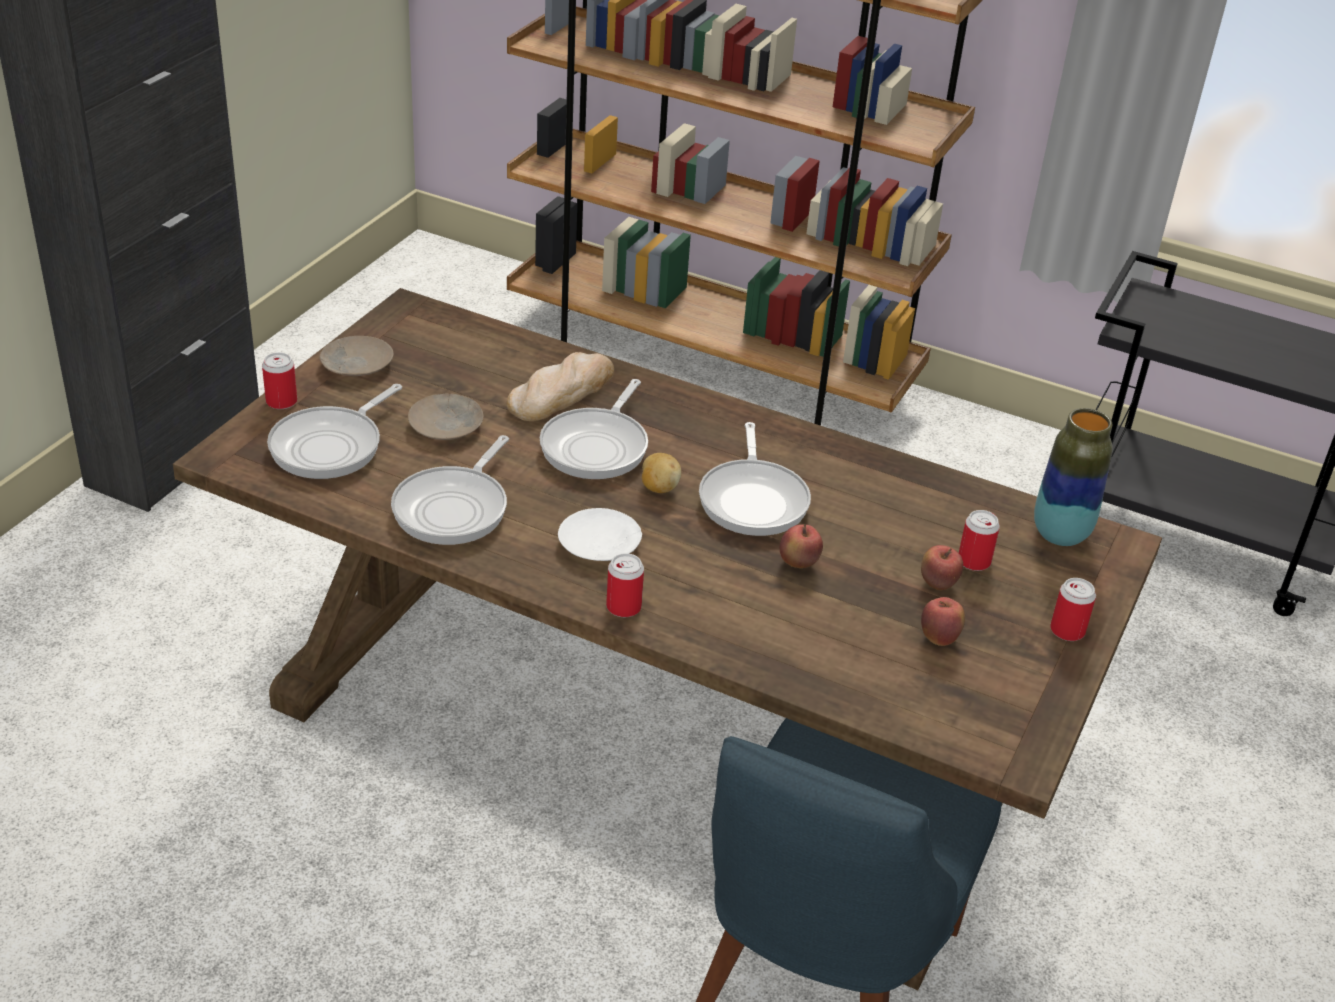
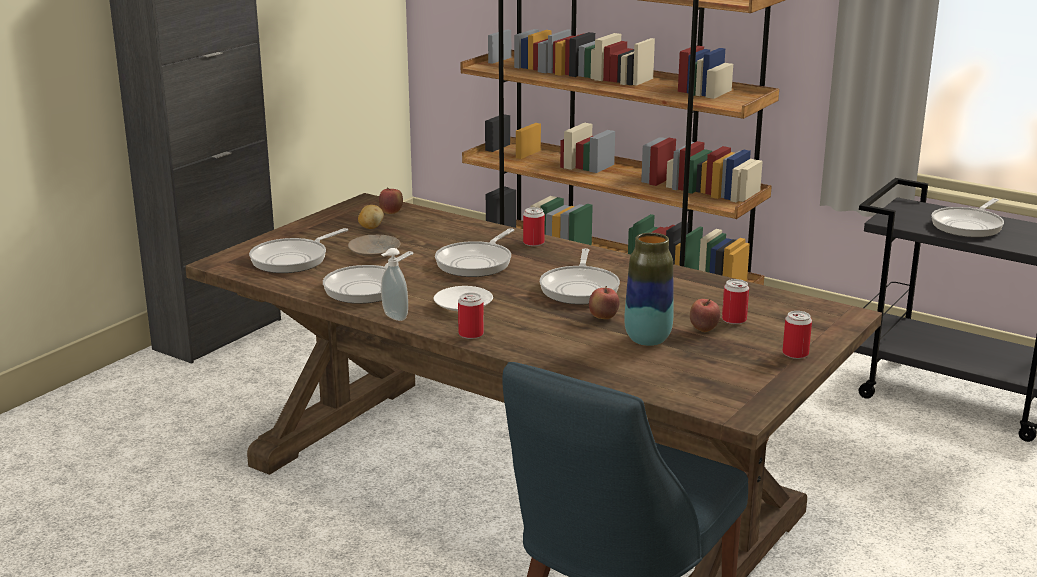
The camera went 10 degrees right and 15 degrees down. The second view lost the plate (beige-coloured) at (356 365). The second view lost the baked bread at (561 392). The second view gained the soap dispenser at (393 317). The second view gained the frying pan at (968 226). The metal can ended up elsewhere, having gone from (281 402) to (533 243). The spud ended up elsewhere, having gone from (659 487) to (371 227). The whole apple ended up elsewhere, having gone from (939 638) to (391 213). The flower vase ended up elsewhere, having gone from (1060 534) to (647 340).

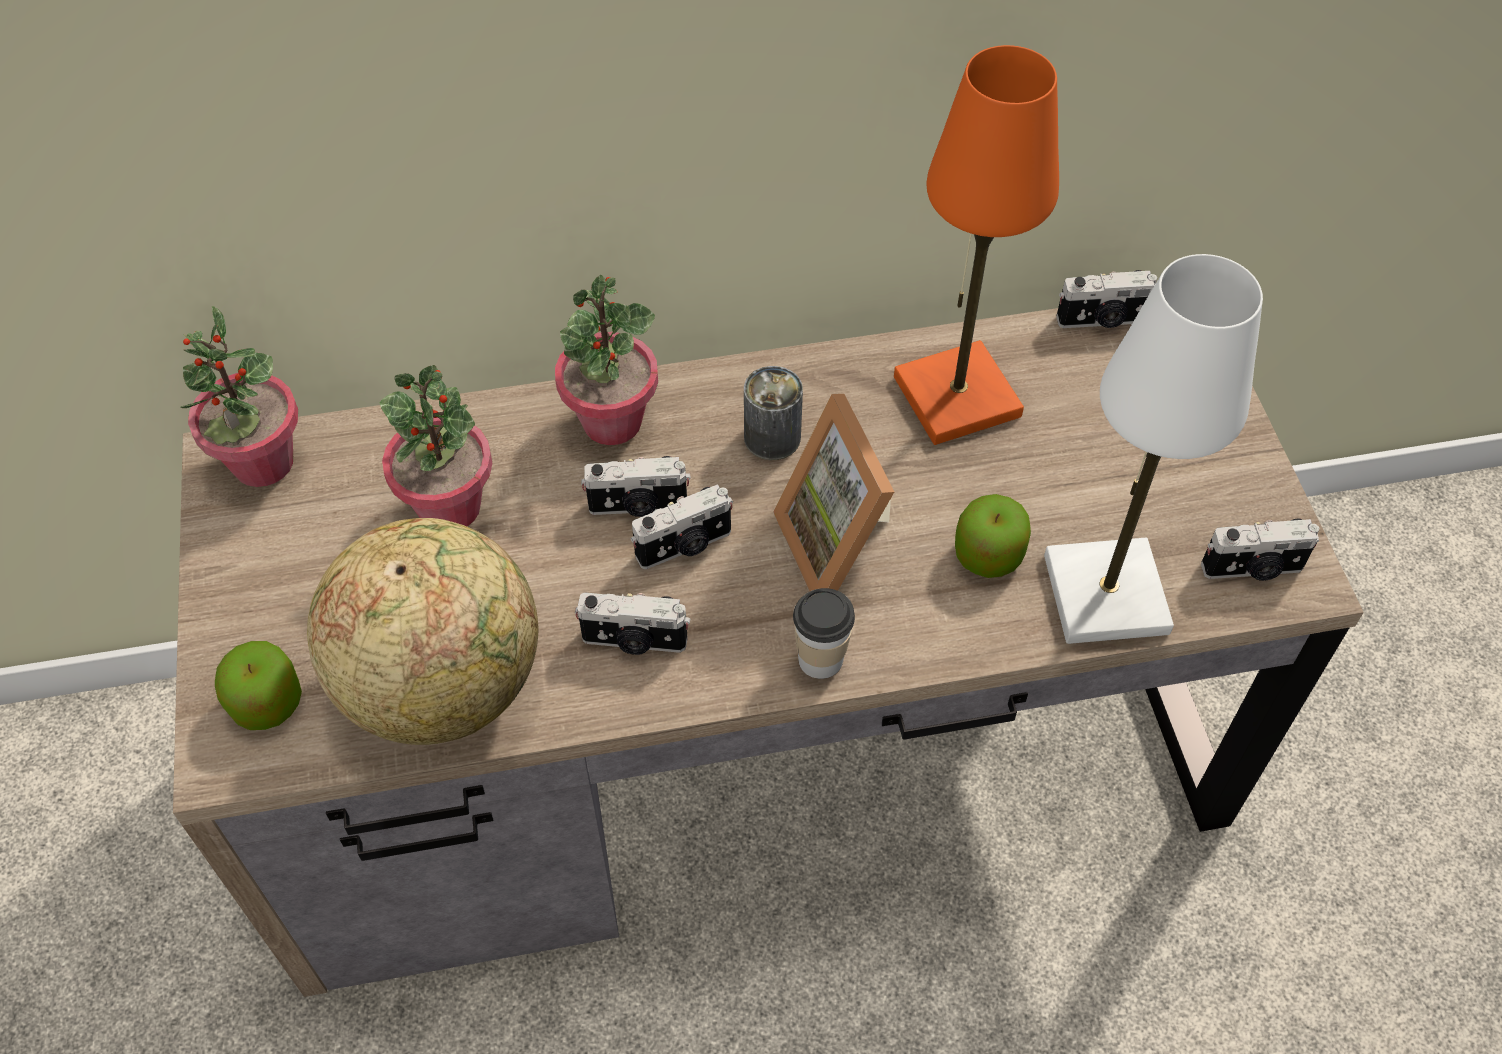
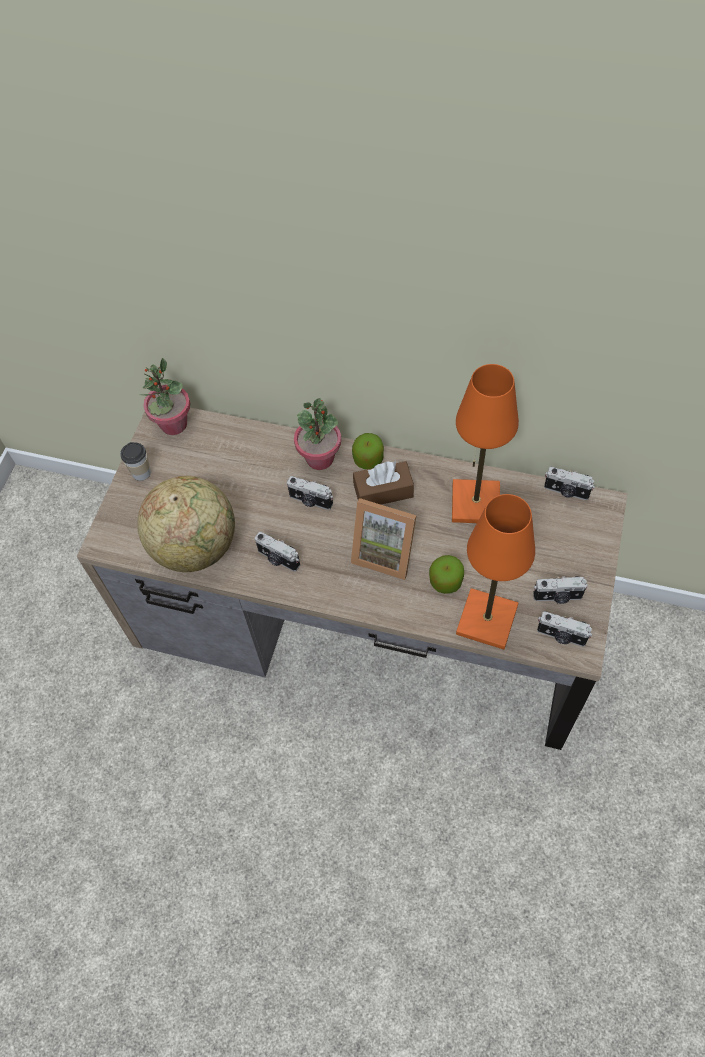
The camera went 30 degrees right and 5 degrees up. The second view lost the houseplant at (450 507). The whole apple ended up elsewhere, having gone from (267 703) to (368 459). The photo camera ended up elsewhere, having gone from (685 546) to (557 597). The cup ended up elsewhere, having gone from (820 659) to (141 473). Where the metal can stood at (772 437), the tissue holder (brownish) came to stand at (383 491). What was the table lamp (white-coloured) at (1105 594) turned into the table lamp (orange) at (486 620). The standing frame at (842 546) ended up facing another way, 75 degrees counterclockwise from before.

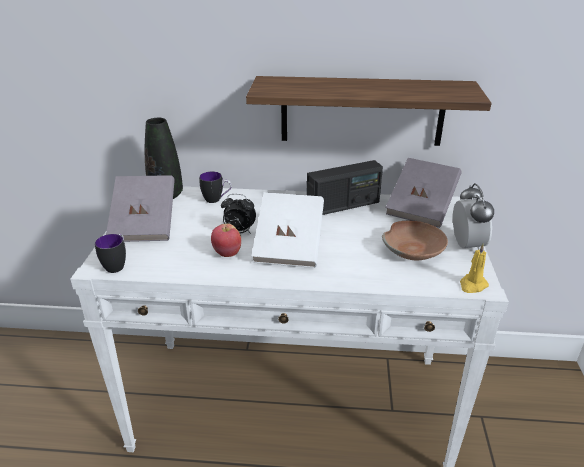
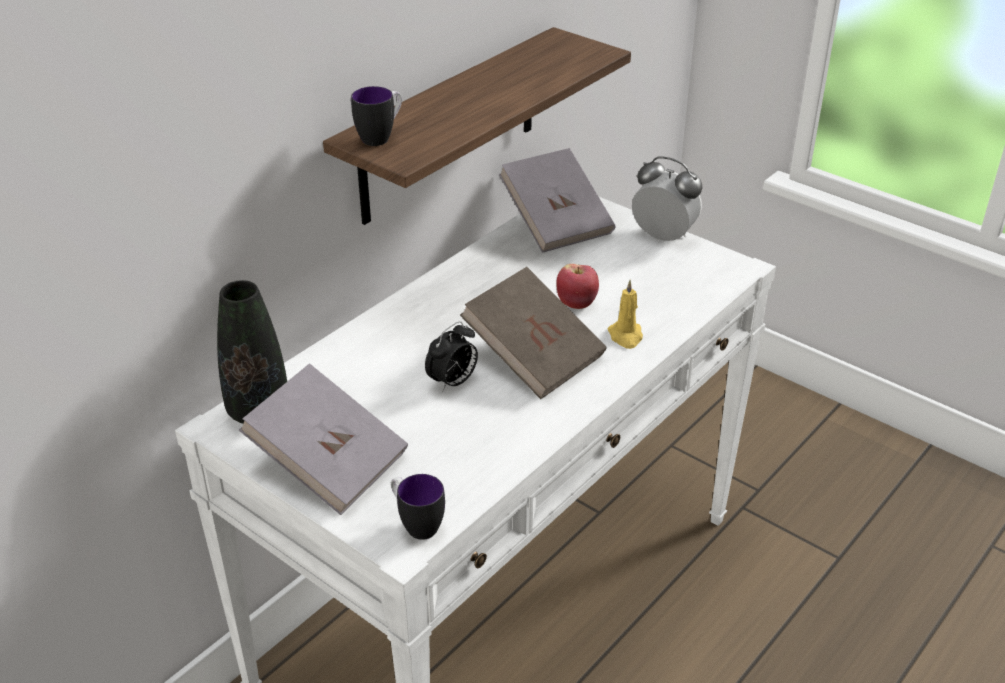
The camera went 55 degrees left and 5 degrees up. The second view lost the radio set at (343 206). The second view lost the serving bowl (brownish) at (413 249). The tea mug ended up elsewhere, having gone from (217 200) to (381 137). The whole apple ended up elsewhere, having gone from (227 253) to (577 304). The candle (yellow-coloured) ended up elsewhere, having gone from (472 285) to (626 336). What was the volume (white-coloured) at (289 246) turned into the volume (brownish) at (534 356).

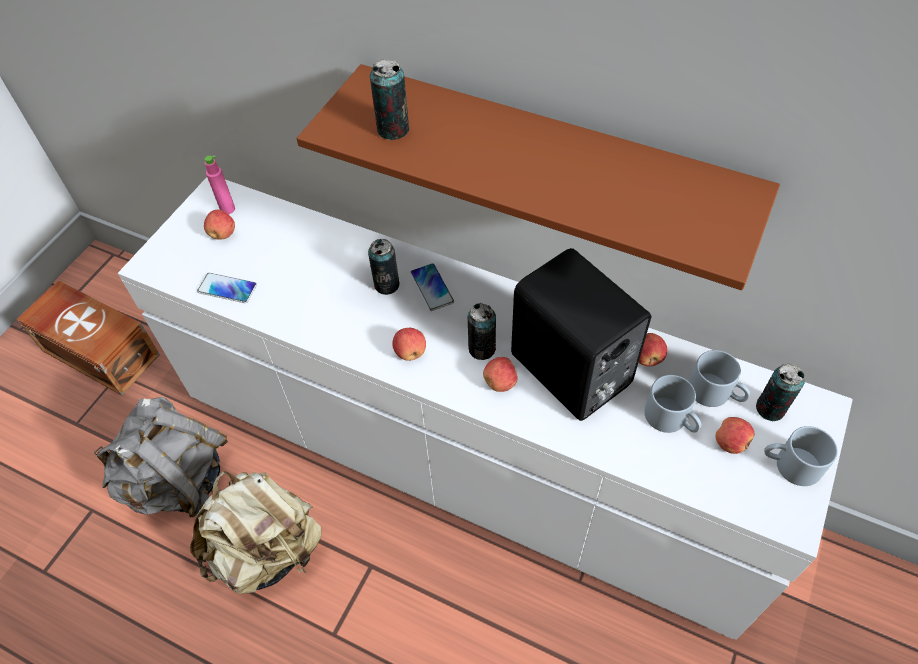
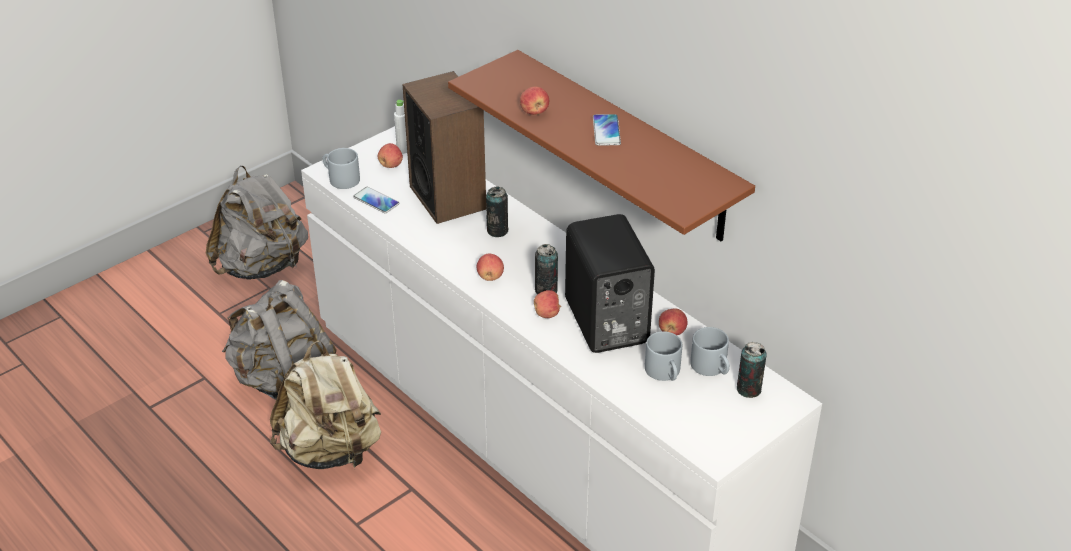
The camera went 20 degrees right and 15 degrees down. The second view lost the metal can at (393 129). The second view gained the audio speaker at (448 197). The handset ended up elsewhere, having gone from (432 287) to (606 131). The whole apple ended up elsewhere, having gone from (730 443) to (534 112). The tea mug (grey) ended up elsewhere, having gone from (790 465) to (340 179). Where the storage container (brownish) stood at (100 350), the backpack (grey) came to stand at (262 266). What was the beverage bottle (pink) at (227 209) turned into the beverage bottle (white-coloured) at (403 150).

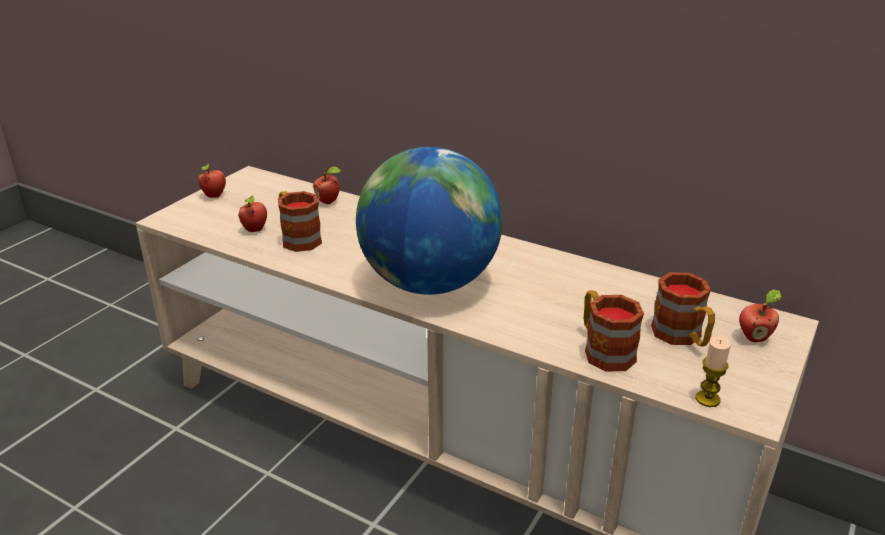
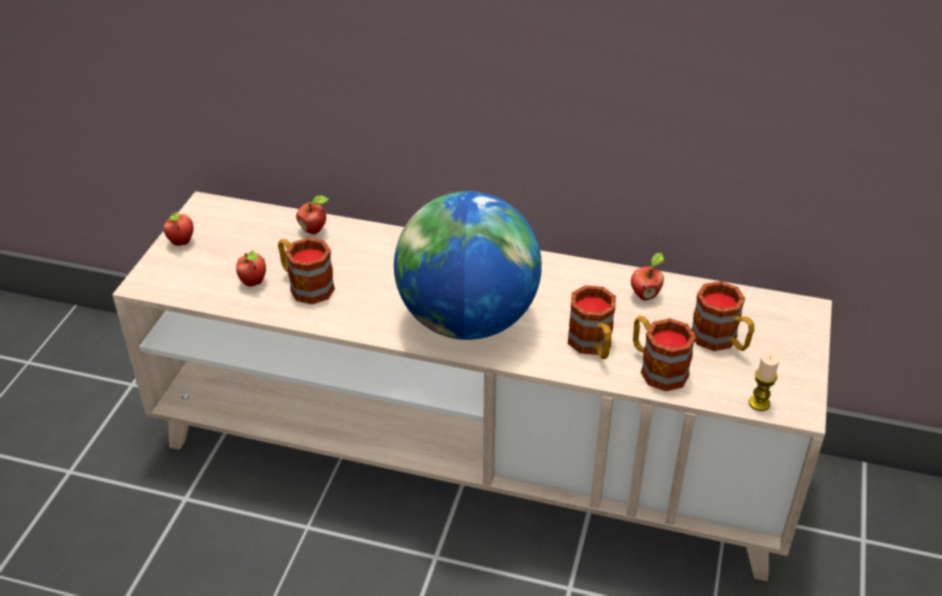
The camera went 15 degrees left and 10 degrees up. The second view gained the tea mug at (593 346). The whole apple ended up elsewhere, having gone from (754 337) to (645 295).

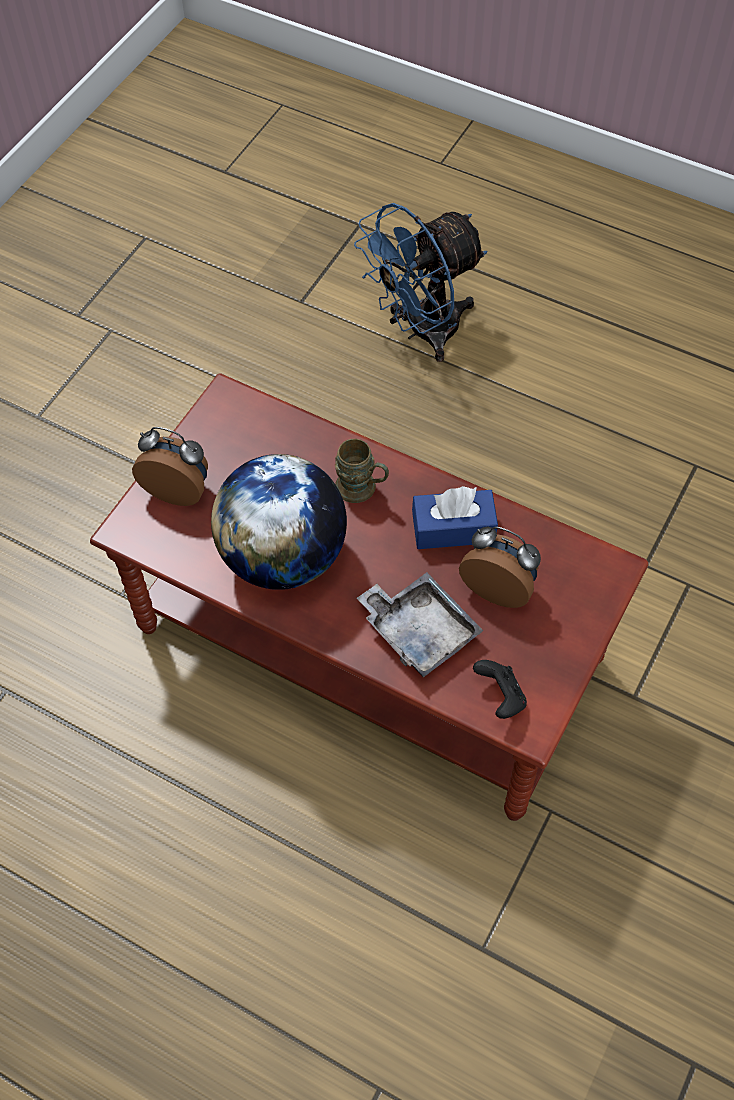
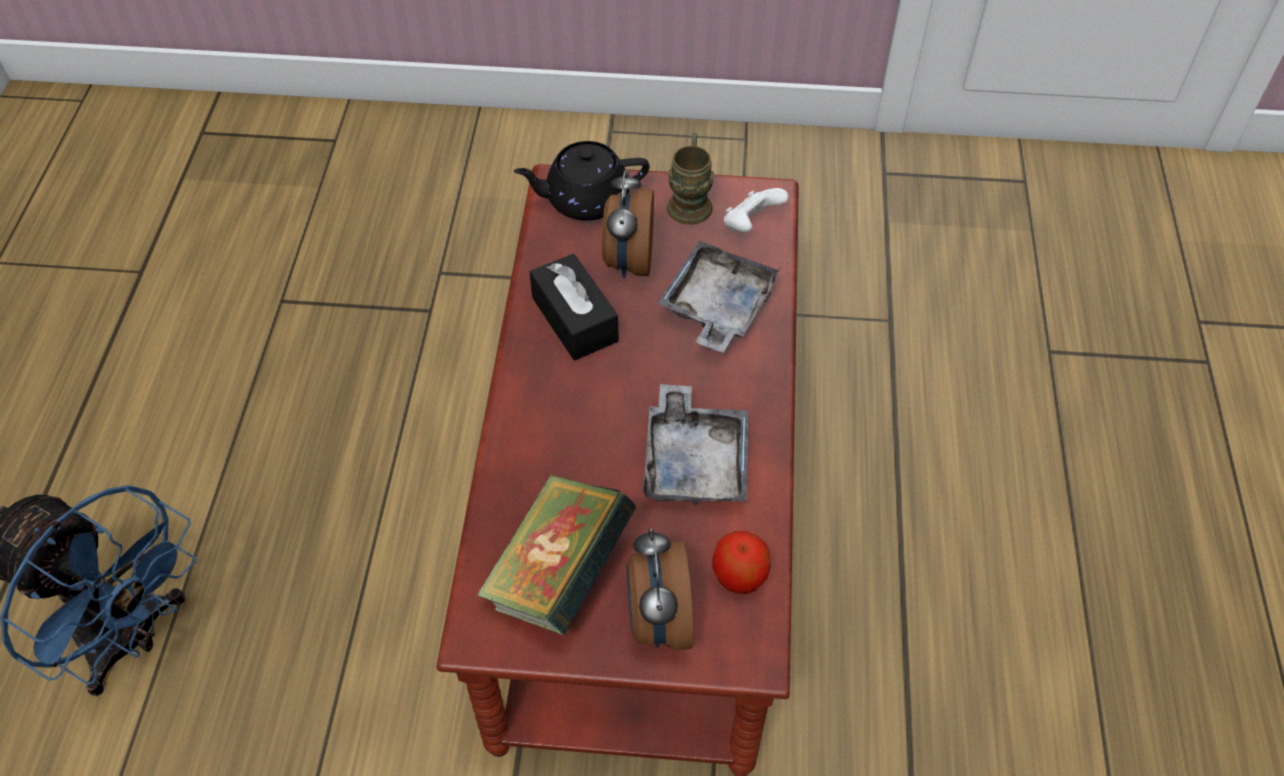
The camera went 115 degrees left and 5 degrees down. The second view gained the volume at (559 575). The second view gained the tea pot (blackish) at (585 200). The second view gained the whole apple at (739 576). The tea mug (brownish) ended up elsewhere, having gone from (362 489) to (690 201). Where the world globe stood at (284 556), the carrying tray (grey) came to stand at (695 461). What was the tissue holder (blue) at (453 528) turned into the tissue holder (blackish) at (574 319). What was the game controller (blackish) at (500 697) turned into the game controller (white-coloured) at (751 225).

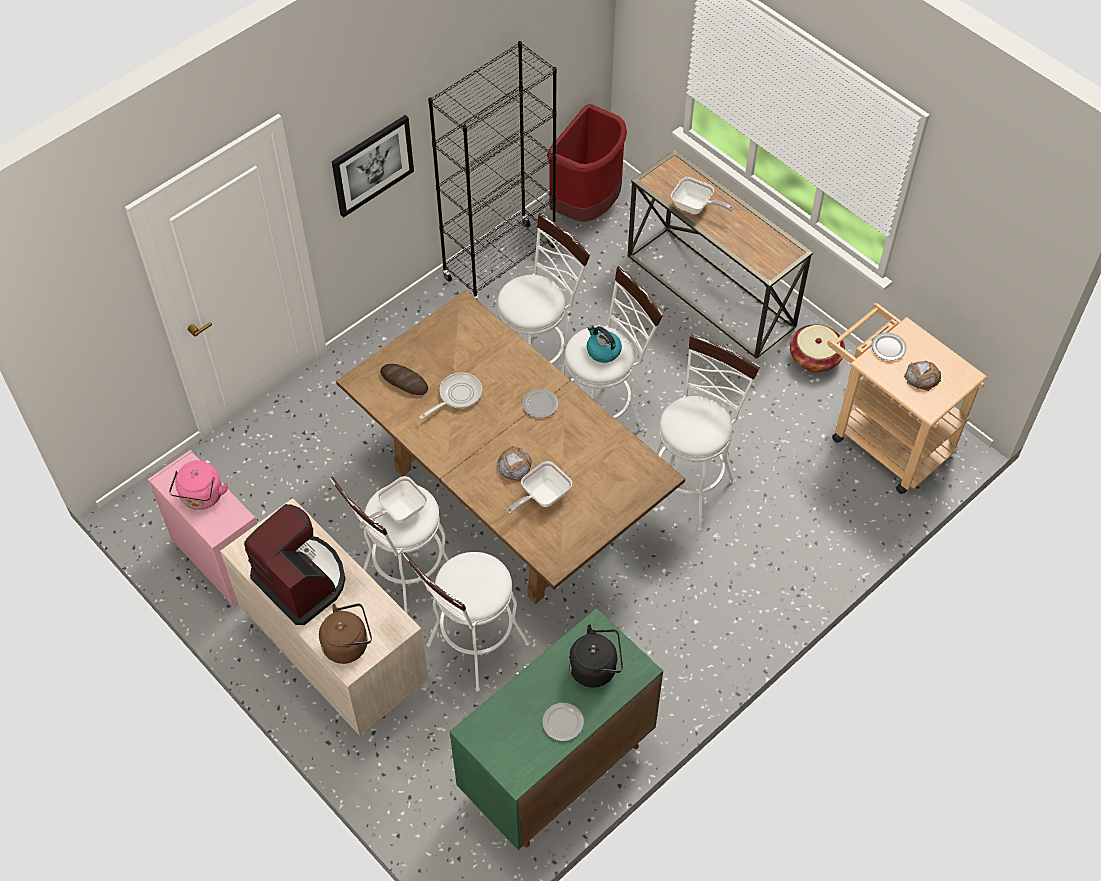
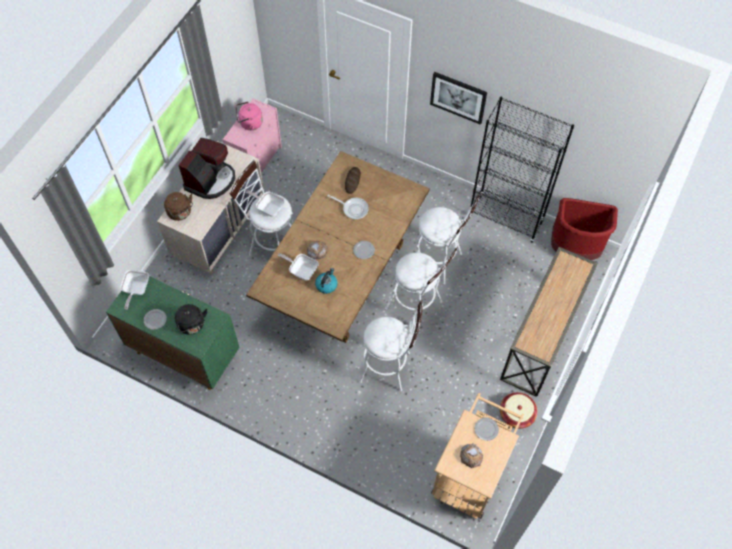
The camera went 70 degrees right and 5 degrees up. The second view lost the sitting stool (white-coloured) at (472 650). The kettle ended up elsewhere, having gone from (603 351) to (326 285). The frying pan ended up elsewhere, having gone from (695 207) to (136 290).

